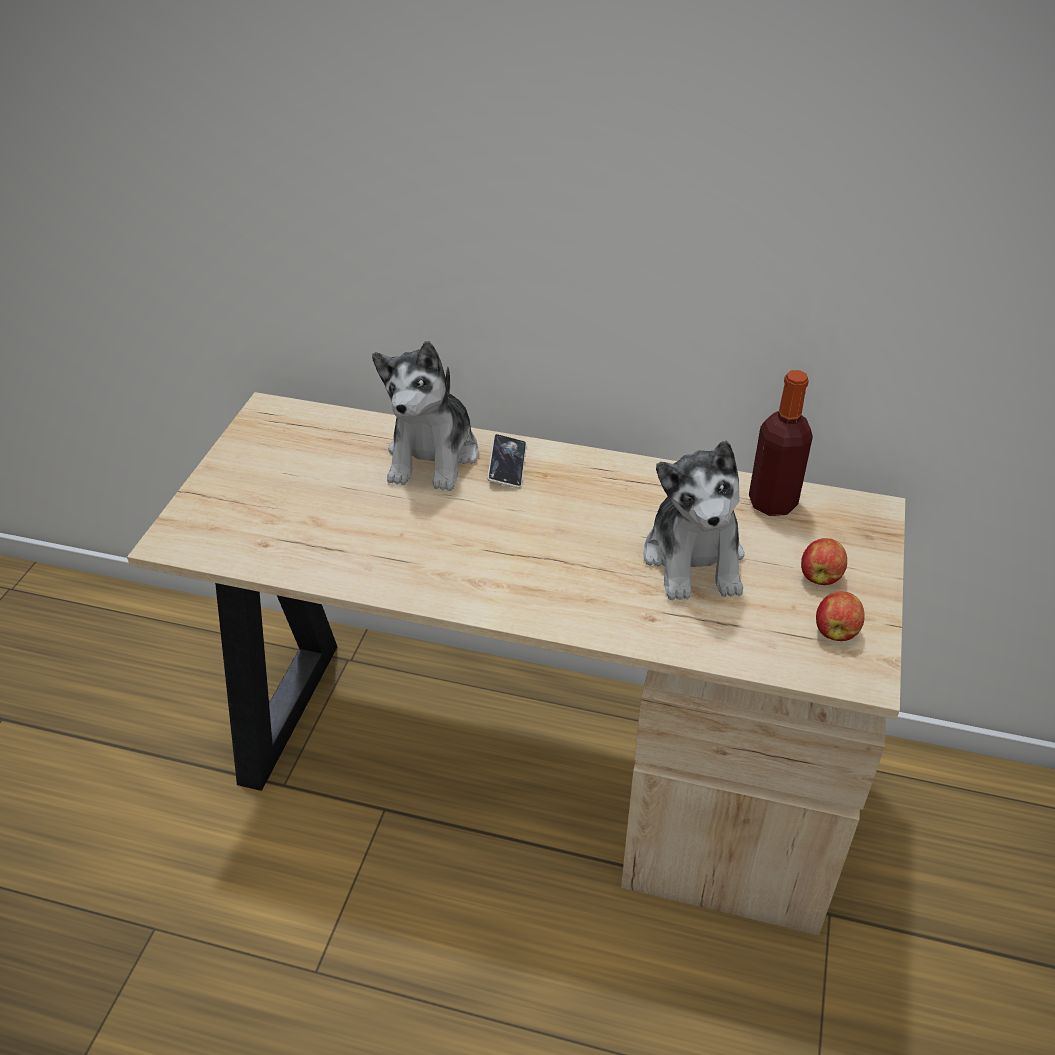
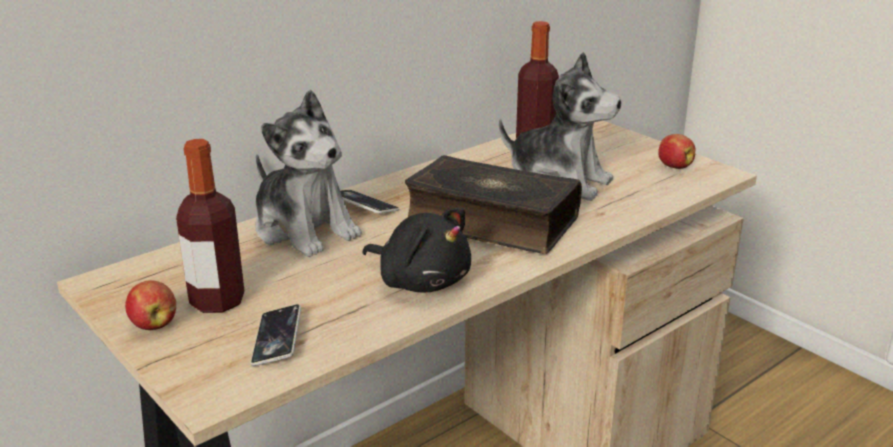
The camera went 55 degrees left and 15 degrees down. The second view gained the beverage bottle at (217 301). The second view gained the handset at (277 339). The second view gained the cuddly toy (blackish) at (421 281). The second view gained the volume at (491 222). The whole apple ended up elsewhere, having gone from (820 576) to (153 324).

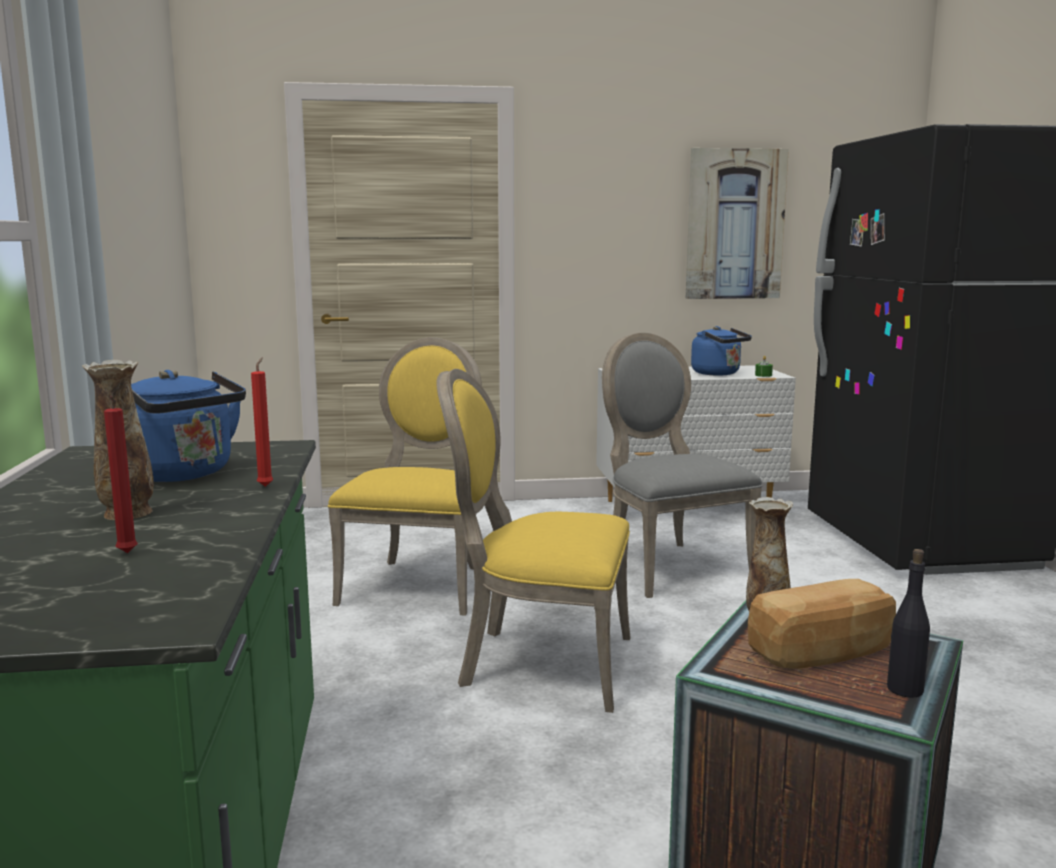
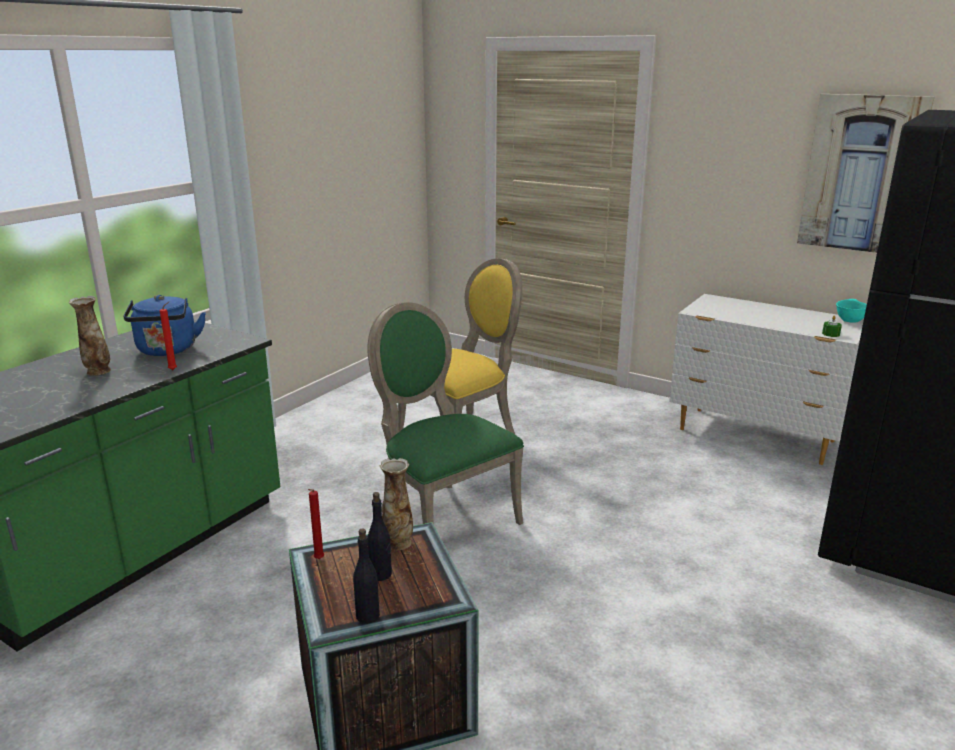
The camera went 40 degrees right and 10 degrees up. The second view lost the chair (grey) at (668 565). The second view lost the kettle (blue) at (718 373). The second view gained the serving bowl (turquoise) at (849 321). The candle (red) ended up elsewhere, having gone from (127 554) to (318 560). Where the baked bread stood at (823 653), the beverage bottle (blackish) came to stand at (381 574). What was the chair (yellow-coloured) at (539 663) turned into the chair (green) at (442 516).

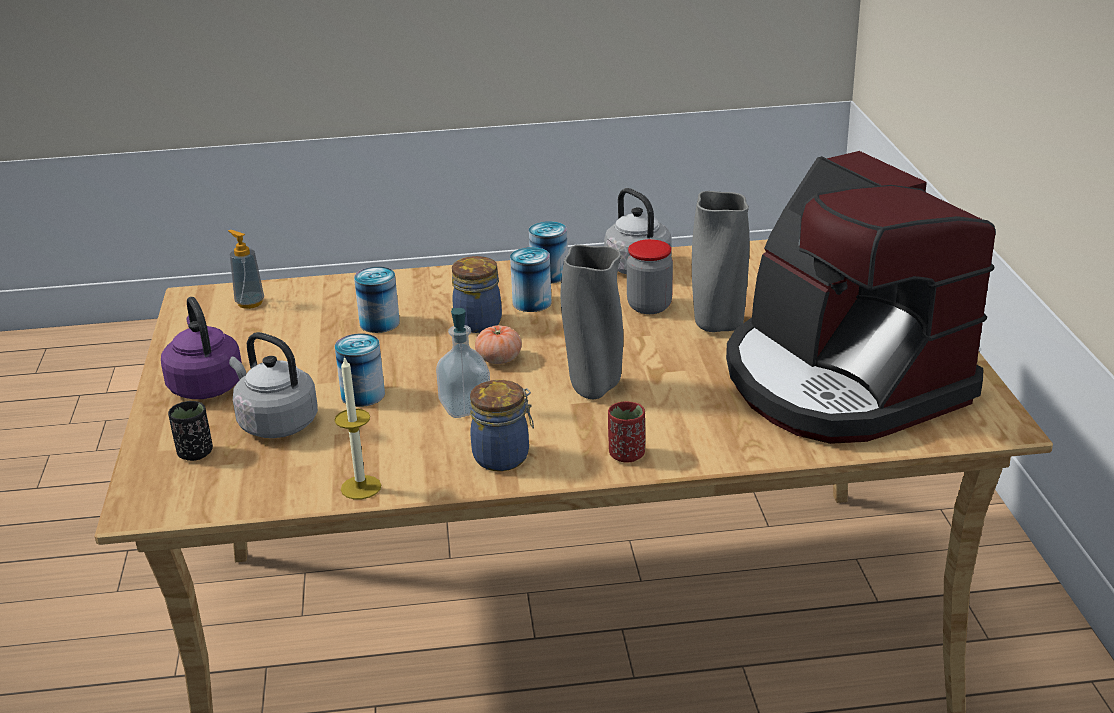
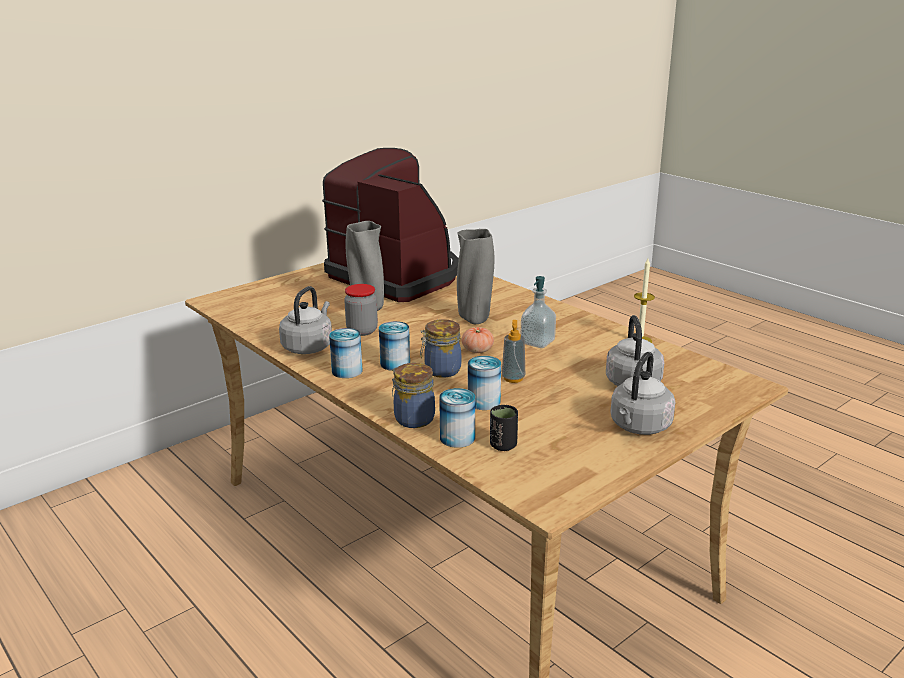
The camera went 125 degrees left and 5 degrees down. The second view lost the cup (red) at (626 455). The cup (blackish) ended up elsewhere, having gone from (195 453) to (503 445). The soap dispenser ended up elsewhere, having gone from (250 303) to (513 378). The metal can ended up elsewhere, having gone from (363 395) to (457 438). The preserve jar ended up elsewhere, having gone from (504 457) to (413 418). What was the kettle (purplish) at (205 385) turned into the kettle (grey) at (639 427). The coffee machine at (841 381) ended up facing another way, 75 degrees counterclockwise from before.

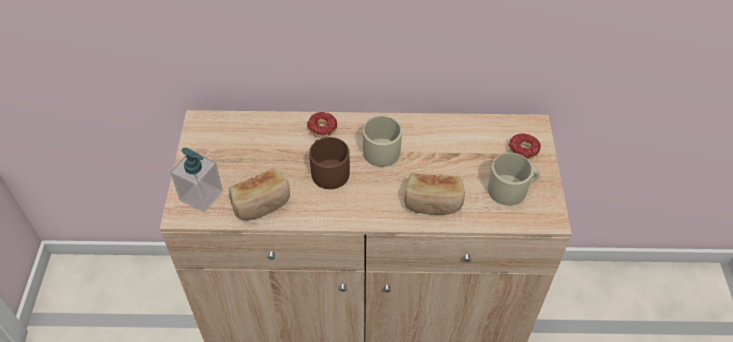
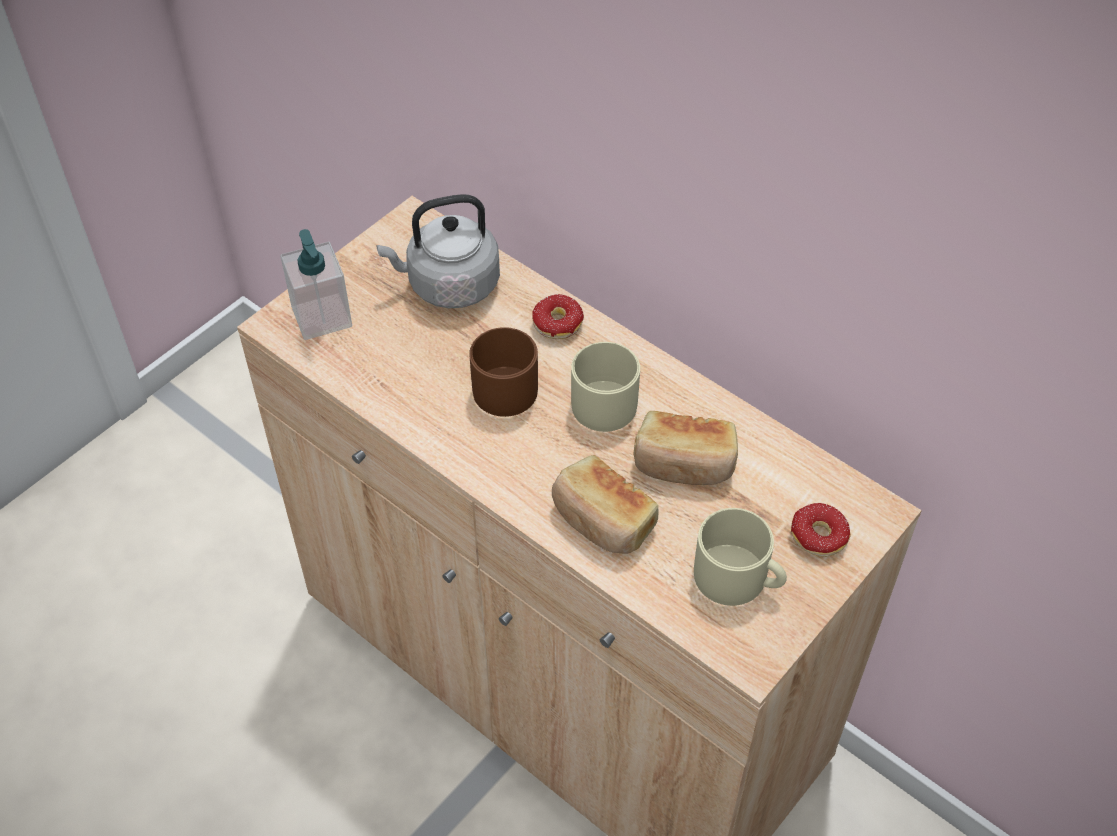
The camera went 40 degrees right and 0 degrees up. The second view gained the kettle (grey) at (449 285). The baked bread ended up elsewhere, having gone from (261 203) to (684 463).

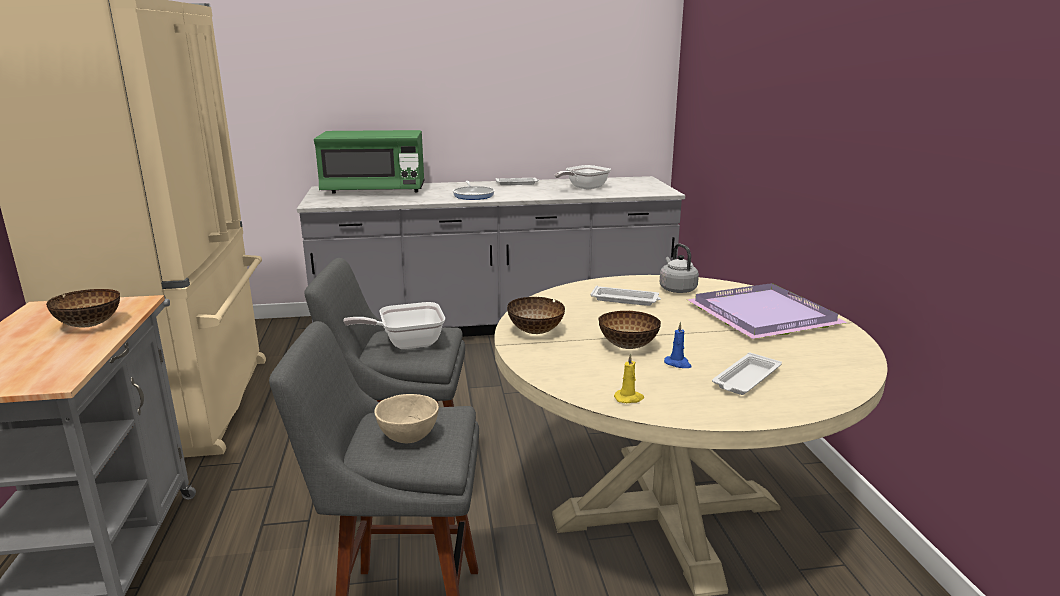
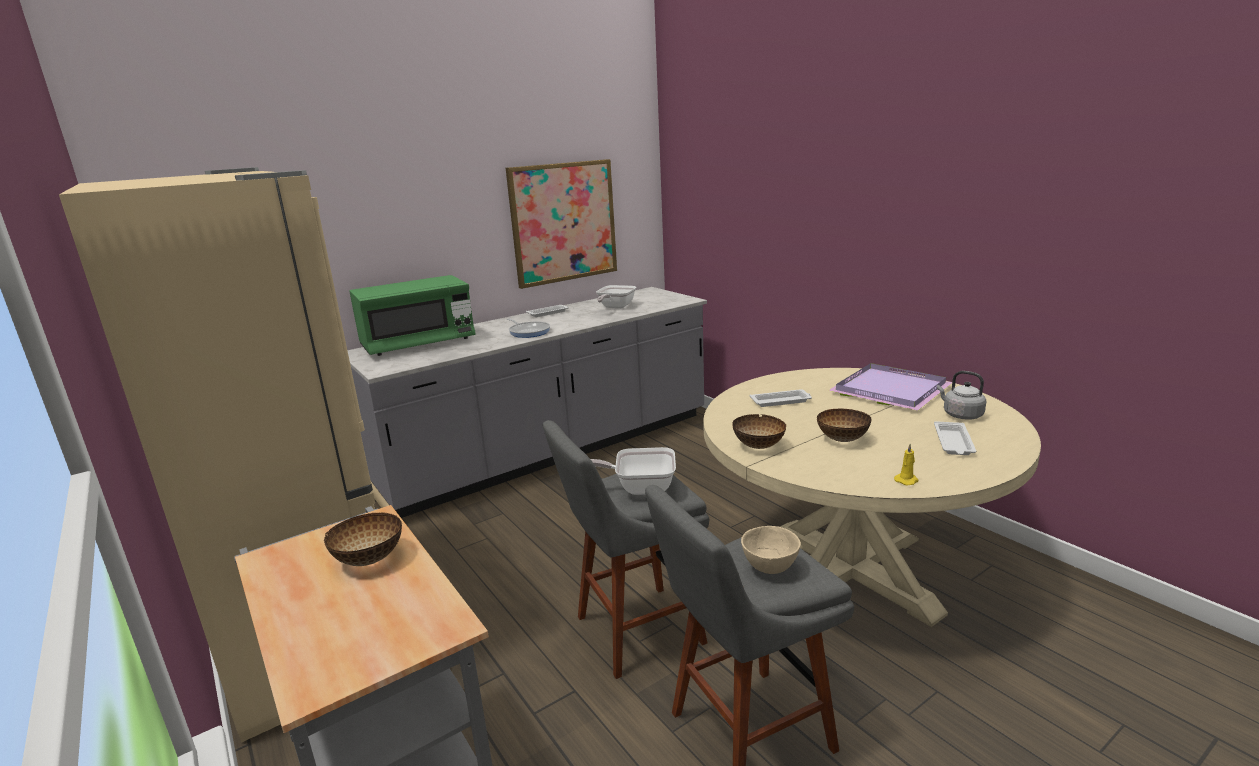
The camera went 25 degrees left and 0 degrees up. The second view lost the candle (blue) at (678 364). The second view gained the picture at (563 222). The kettle (grey) ended up elsewhere, having gone from (676 289) to (960 415). The frying pan at (405 343) ended up facing another way, 45 degrees clockwise from before.

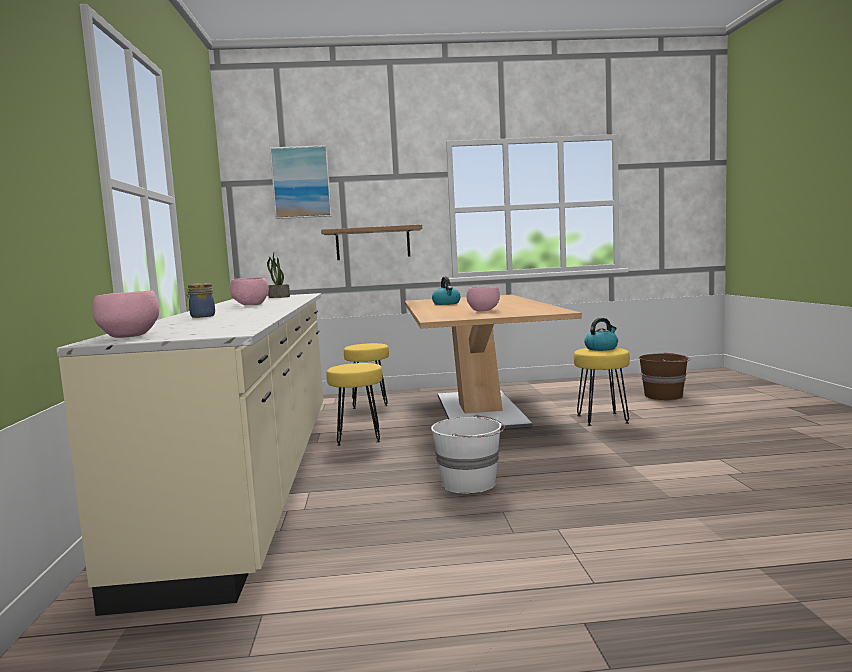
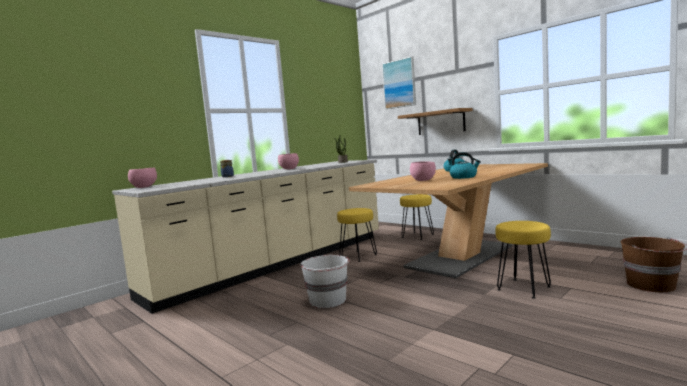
The camera went 50 degrees right and 0 degrees up. The kettle ended up elsewhere, having gone from (601 348) to (464 177).

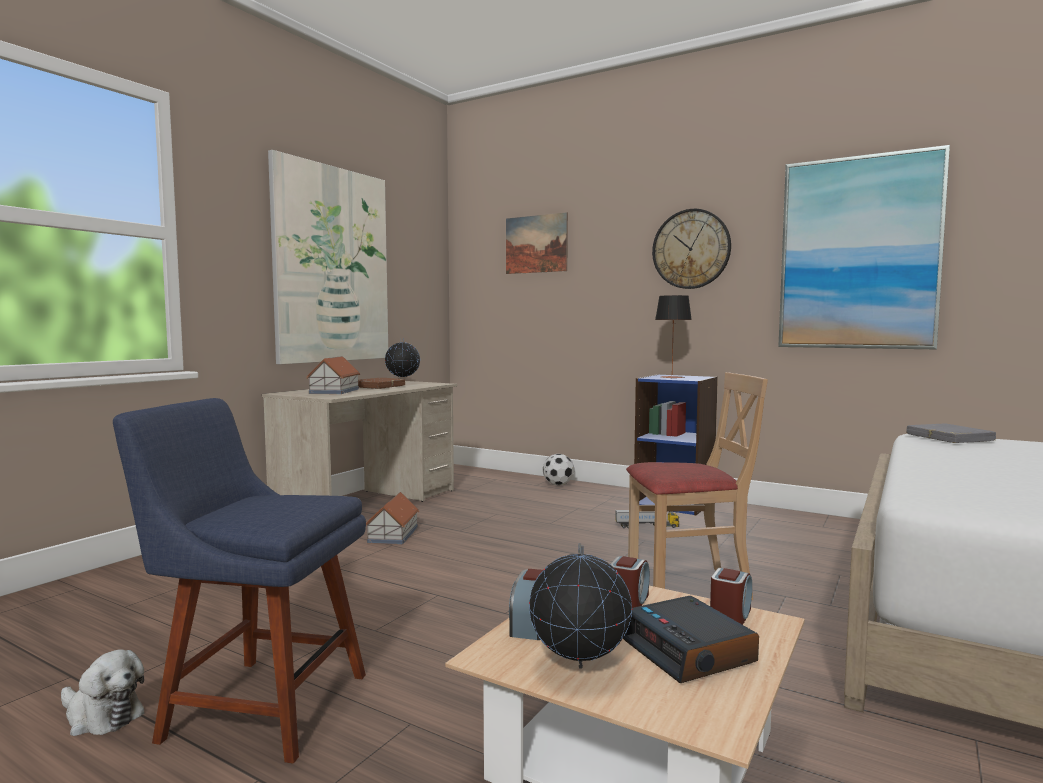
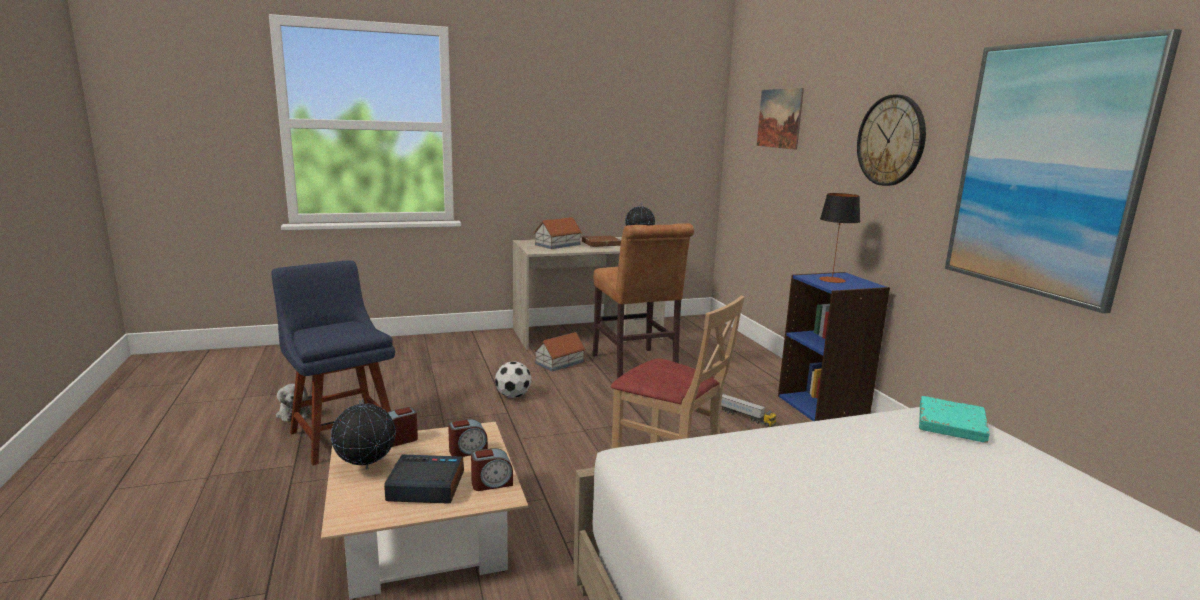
The camera went 40 degrees right and 10 degrees up. The second view lost the picture at (332 265). The second view gained the chair (brownish) at (636 366). The football ended up elsewhere, having gone from (558 484) to (513 395). What was the volume (grey) at (949 438) turned into the volume (turquoise) at (951 424). The alarm clock at (689 651) ended up facing another way, 75 degrees clockwise from before.

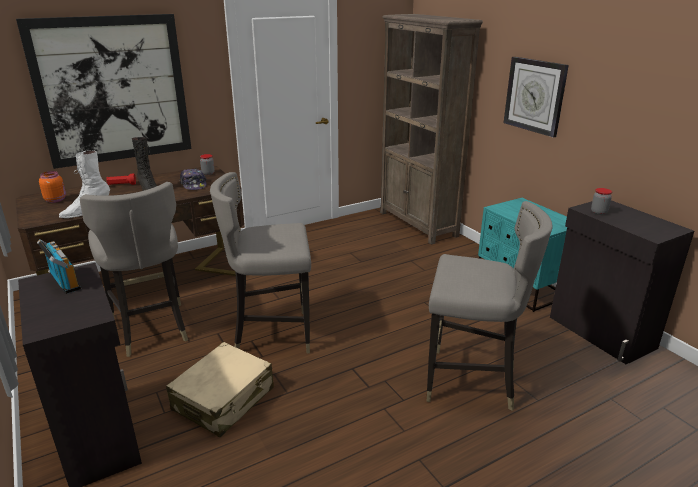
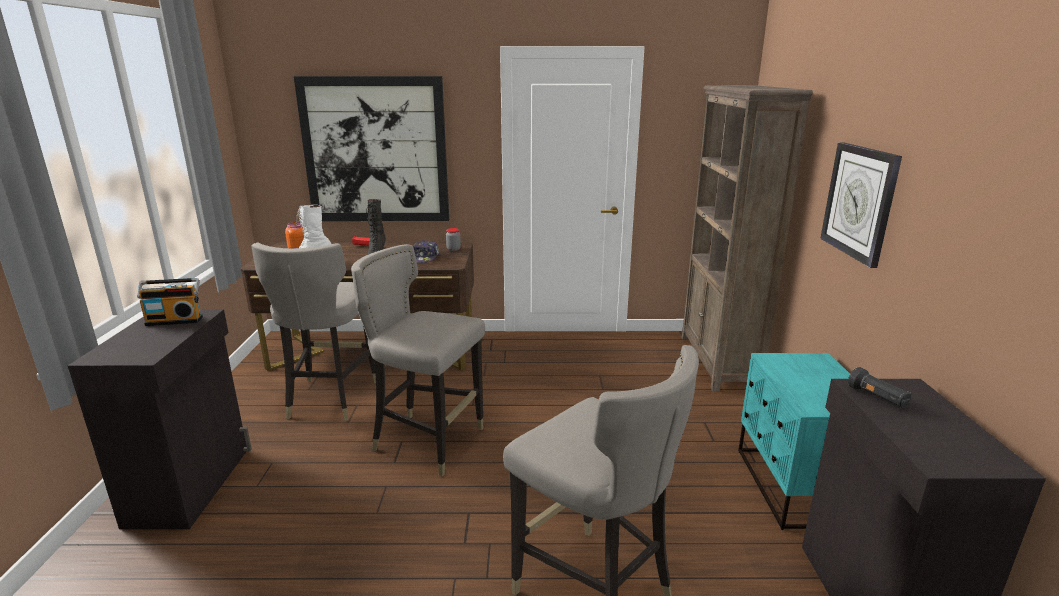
The camera went 30 degrees right and 5 degrees down. The second view lost the piece of luggage (beige-coloured) at (224 399). Where the preserve jar stood at (599 212), the flashlight (blackish) came to stand at (877 398). The radio set at (63 282) ended up facing another way, 90 degrees clockwise from before.

